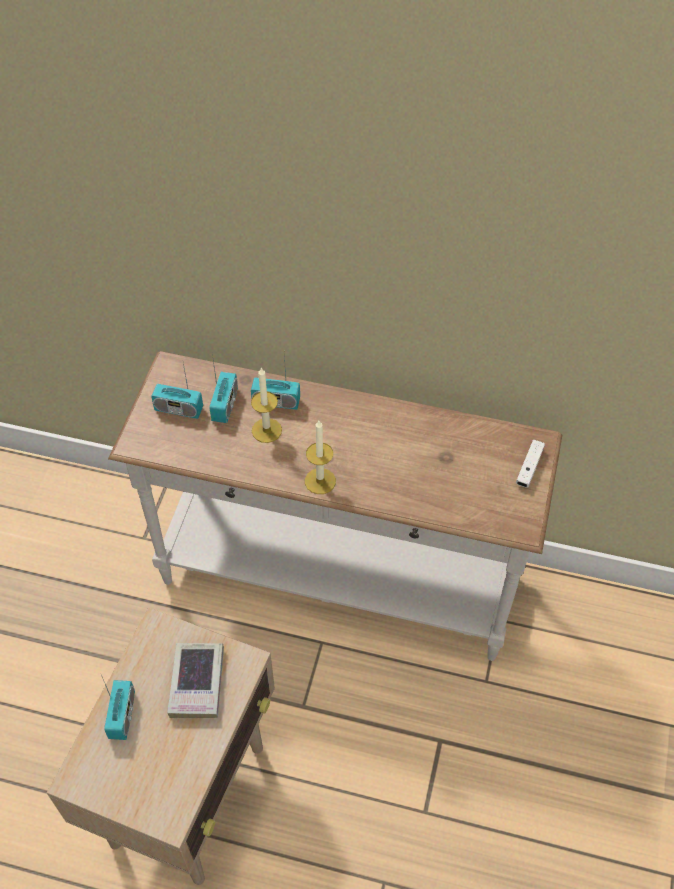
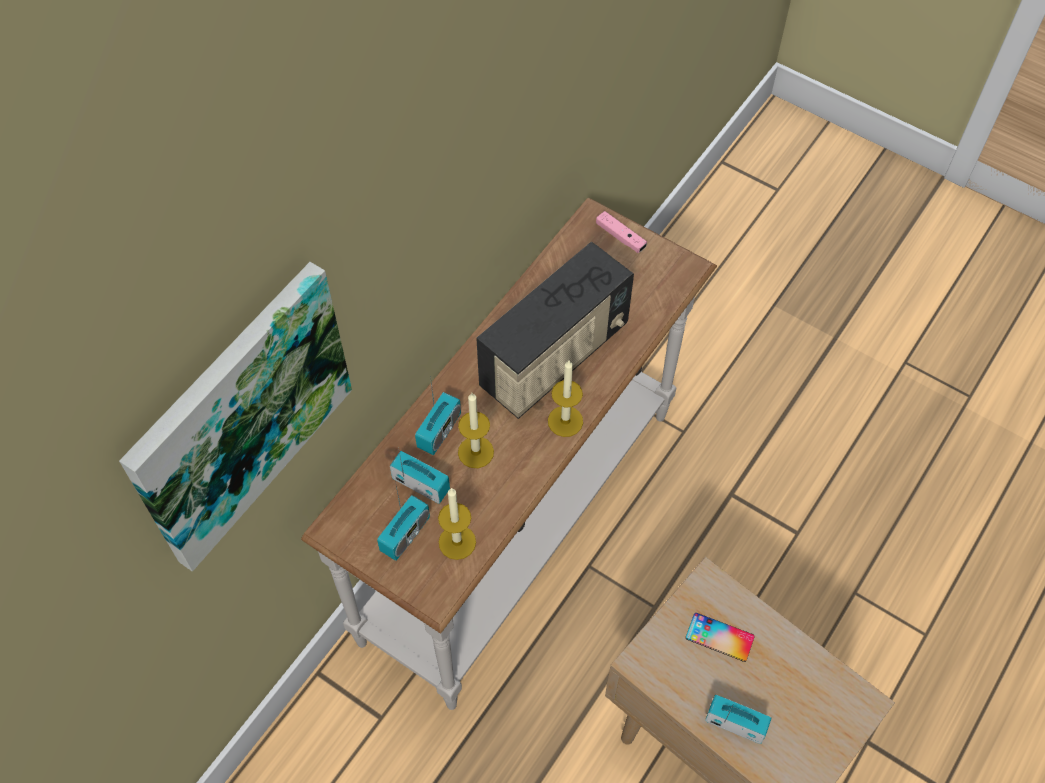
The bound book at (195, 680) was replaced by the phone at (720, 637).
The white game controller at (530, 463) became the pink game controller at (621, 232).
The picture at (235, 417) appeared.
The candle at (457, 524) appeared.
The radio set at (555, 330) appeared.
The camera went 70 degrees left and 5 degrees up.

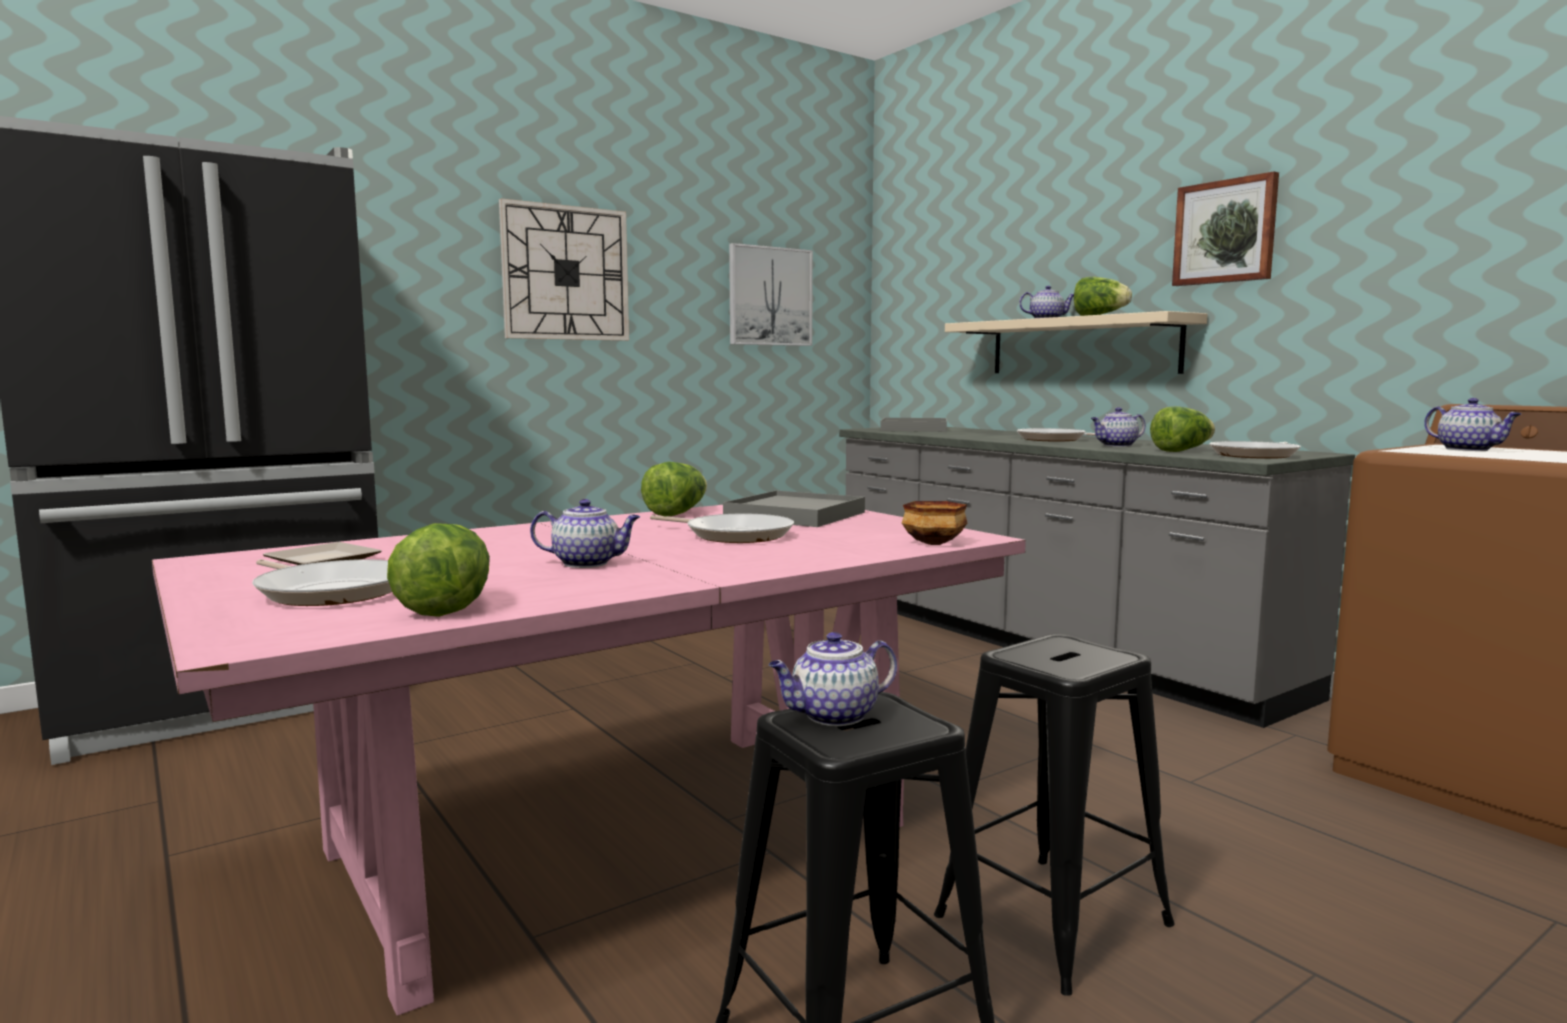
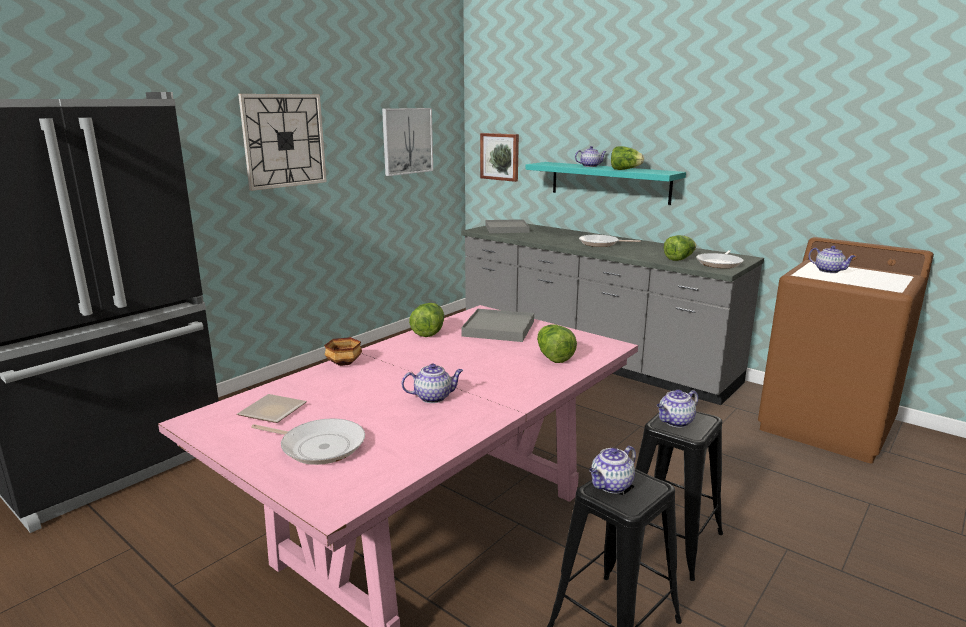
The lettuce head moved from (438, 570) to (557, 344).
The pan at (722, 528) disappeared.
The bowl moved from (934, 523) to (343, 351).
The beige-coloured bracket shelf at (1076, 342) became the turquoise-coloured bracket shelf at (606, 183).
The pot for tea moved from (1118, 427) to (677, 408).
The picture moved from (1225, 228) to (499, 157).
The camera went 15 degrees left and 10 degrees up.

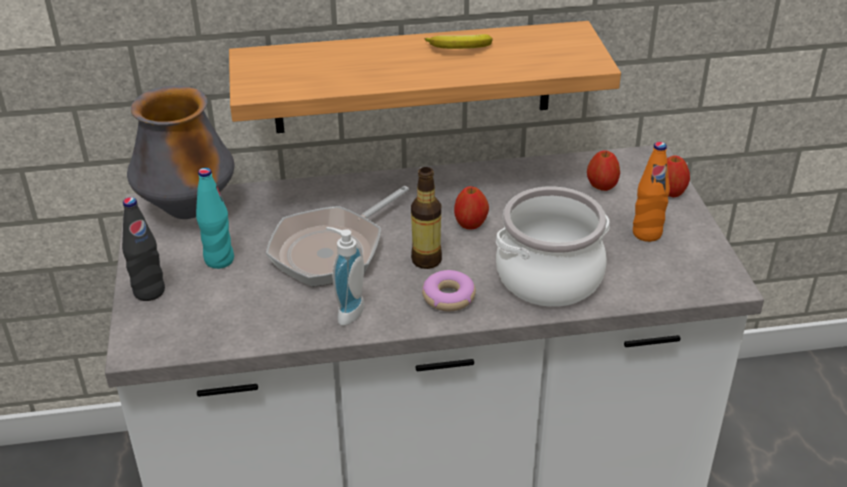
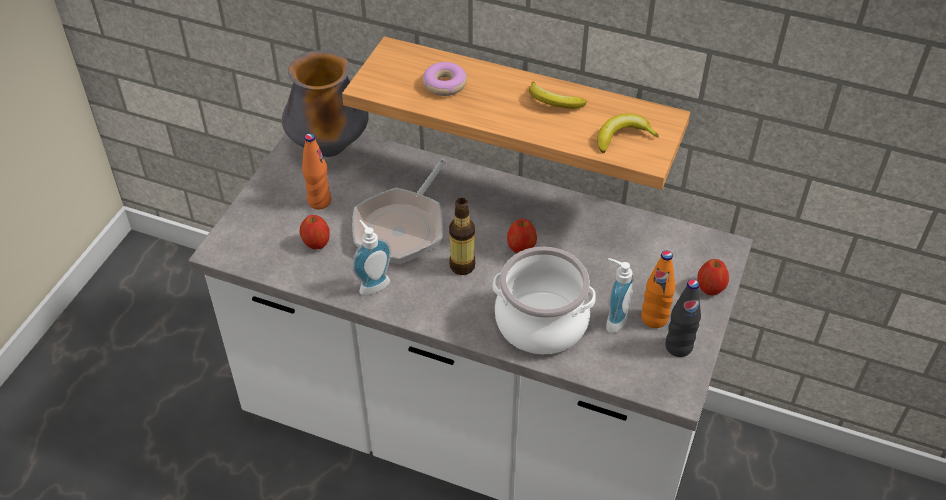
The black-coloured drink bottle moved from (143, 249) to (683, 318).
The turquoise-coloured drink bottle at (215, 218) became the orange-coloured drink bottle at (316, 171).
The pan at (337, 236) turned 45 degrees counterclockwise.
The ring doughnut moved from (449, 290) to (445, 79).
The apple fruit moved from (603, 170) to (315, 232).
The banana fruit at (628, 133) appeared.
The liquid soap bottle at (620, 295) appeared.
The camera went 30 degrees right and 10 degrees up.

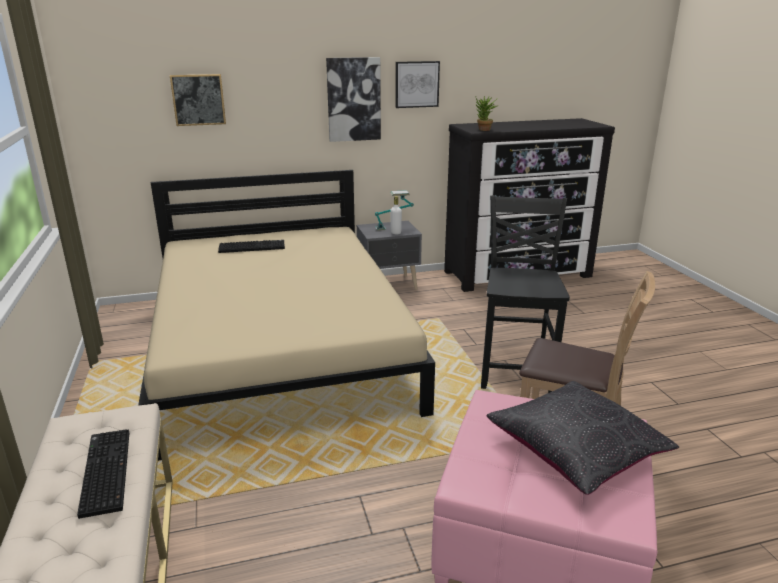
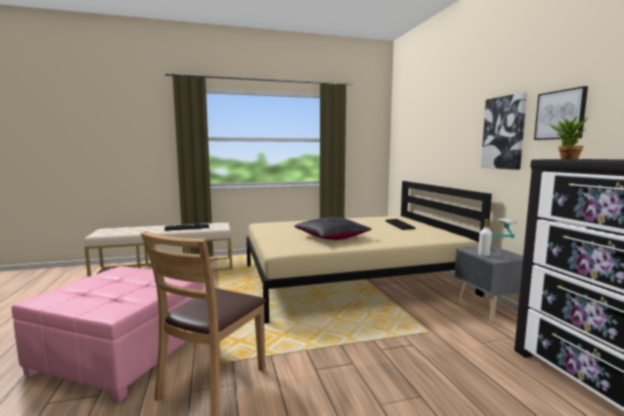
The picture at (198, 100) disappeared.
The black-coloured upright chair at (525, 294) disappeared.
The black-coloured pillow moved from (583, 438) to (333, 228).
The camera went 90 degrees right and 15 degrees down.

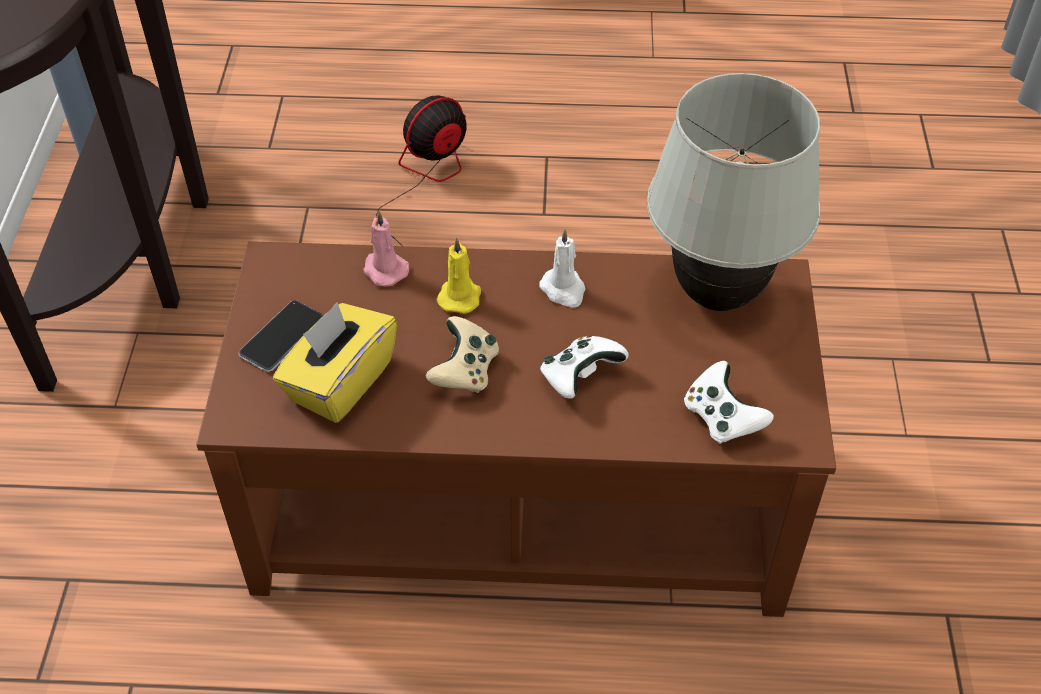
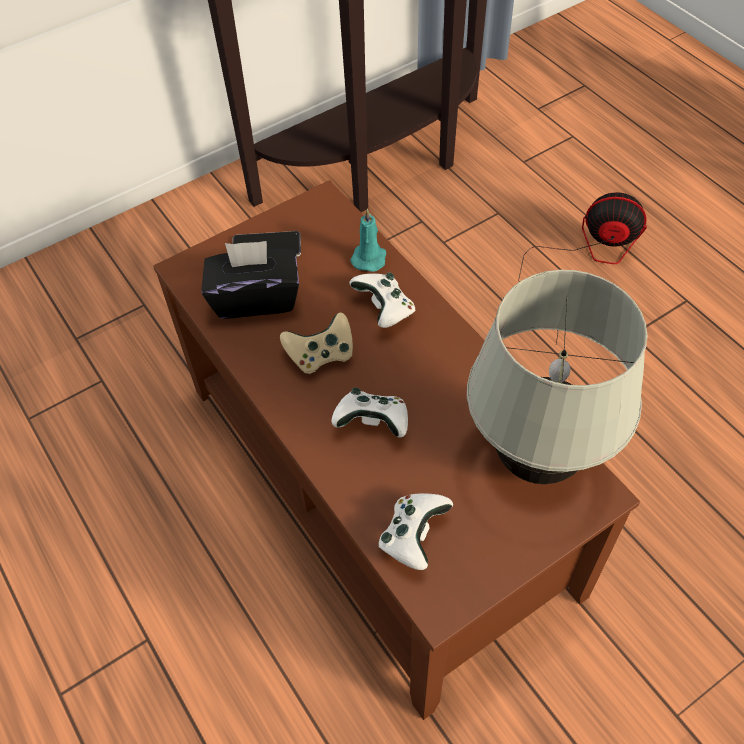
The yellowish tissue box at (335, 362) became the black-coloured tissue box at (250, 280).
The pink candle at (386, 248) became the turquoise-coloured candle at (368, 240).
The yellowish candle at (459, 275) was replaced by the white game controller at (382, 300).
The white candle at (562, 268) disappeared.
The camera went 55 degrees right and 5 degrees up.

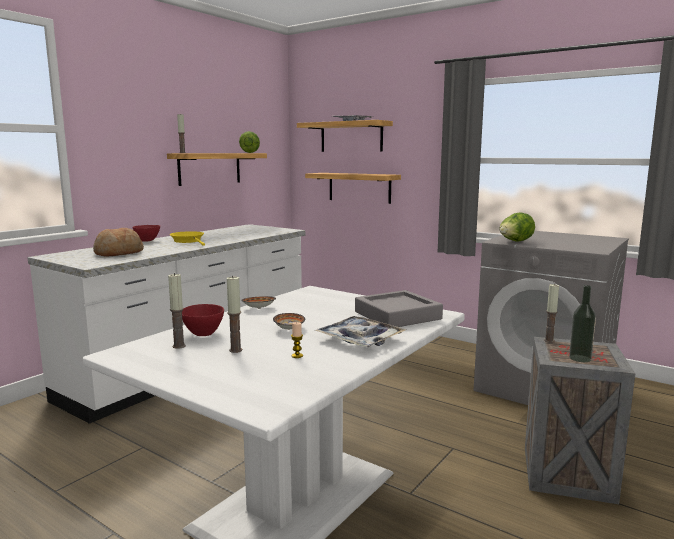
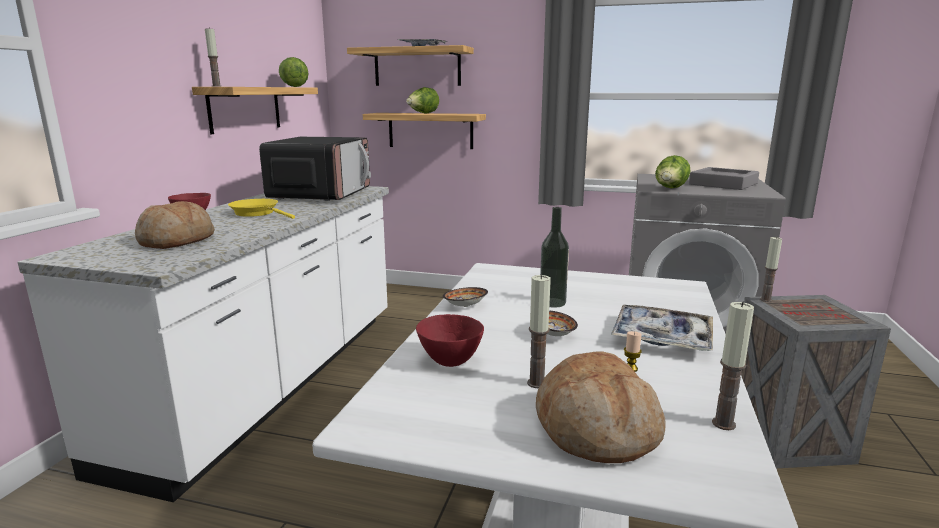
The candle moved from (177, 311) to (733, 366).
The grey carrying tray moved from (399, 308) to (724, 178).
The drink bottle moved from (582, 323) to (554, 257).
The kitchen microwave at (315, 169) appeared.
The lettuce head at (422, 100) appeared.
The bakery bread at (601, 407) appeared.
The camera went 20 degrees left and 5 degrees up.

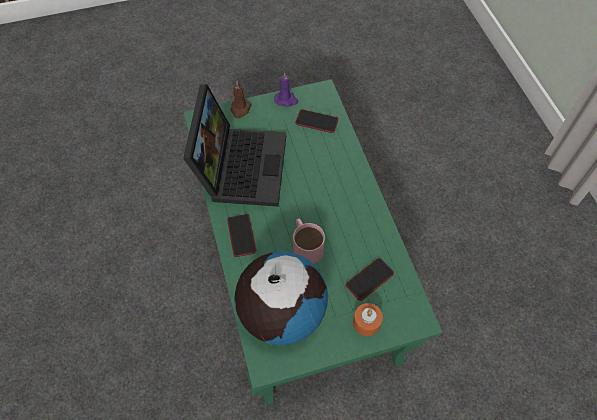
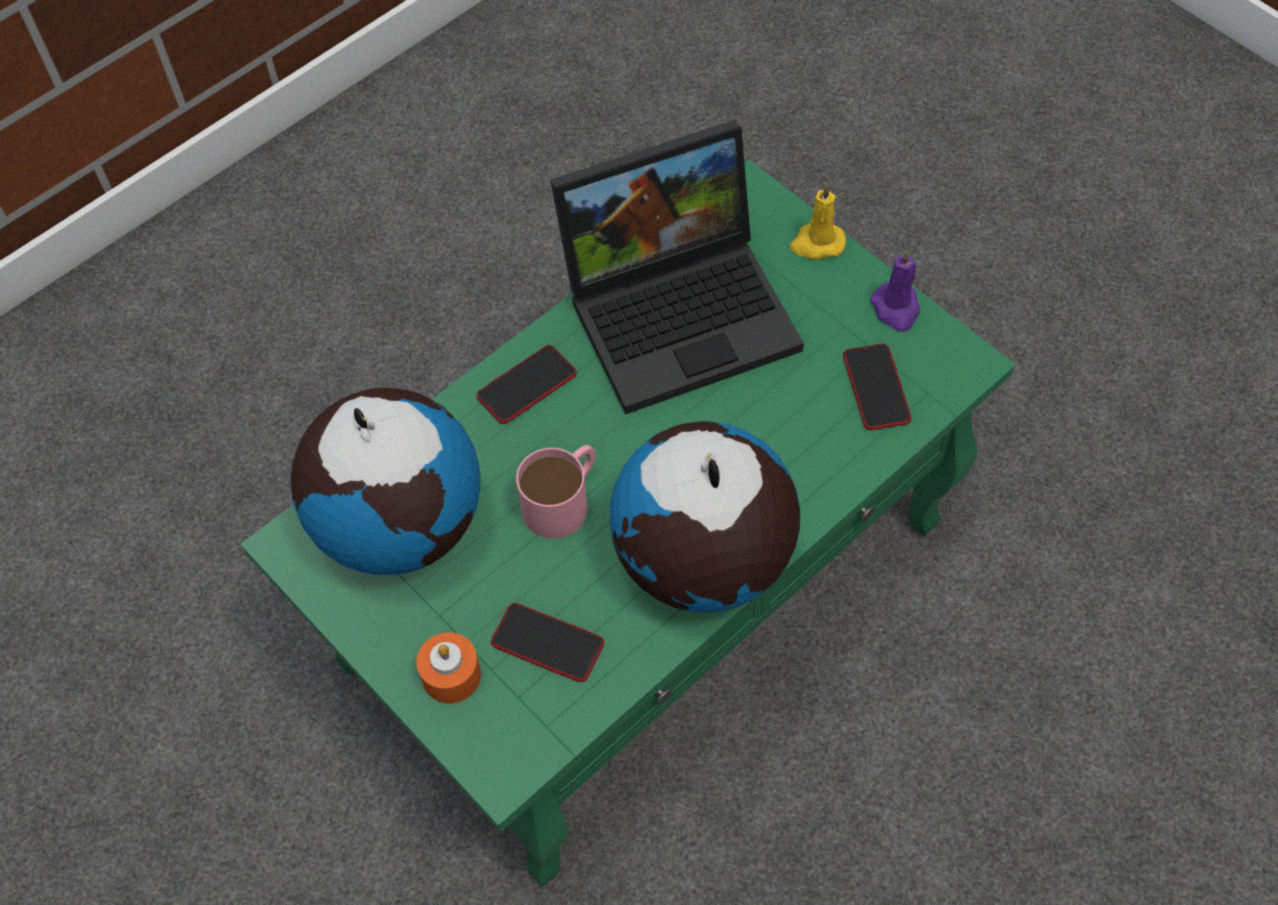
The brown-coloured candle at (240, 99) became the yellowish candle at (818, 221).
The desk globe at (705, 516) appeared.
The camera went 65 degrees right and 0 degrees up.

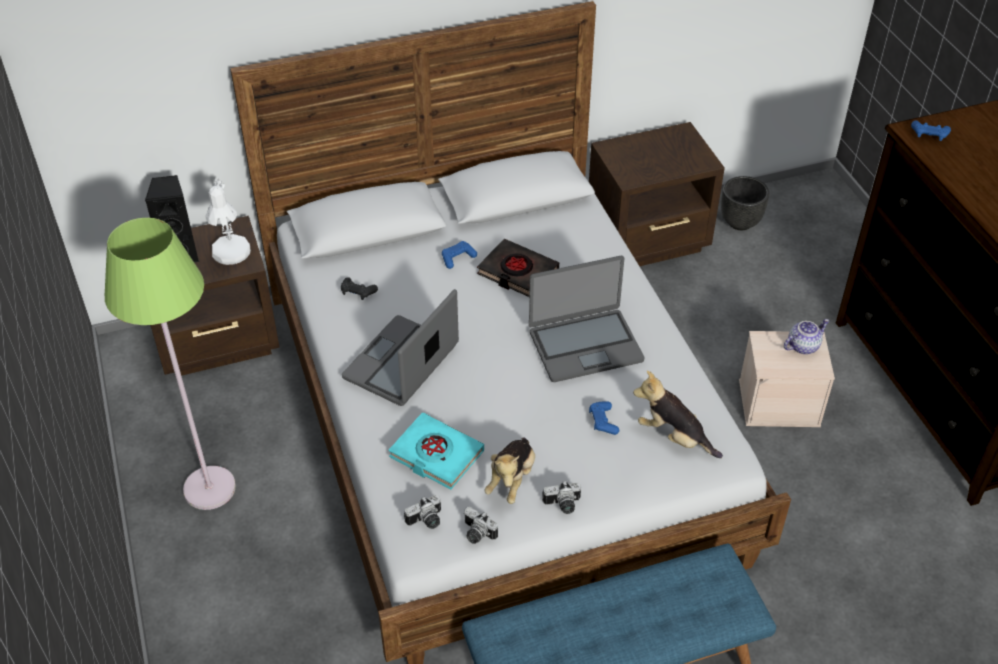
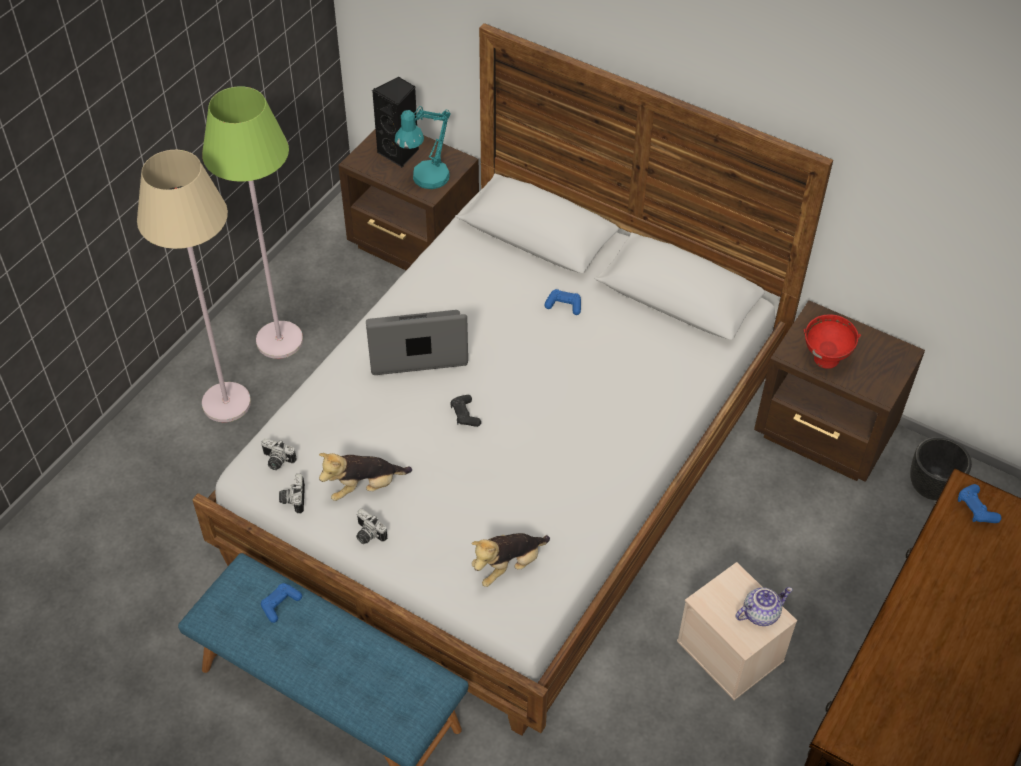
The white table lamp at (228, 221) became the turquoise-coloured table lamp at (423, 147).
The black-coloured game controller moved from (359, 288) to (465, 411).
The turquoise-coloured bound book at (436, 451) disappeared.
The black-coloured bound book at (518, 268) disappeared.
The portable computer at (586, 319) disappeared.
The blue-coloured game controller moved from (604, 418) to (281, 603).
The soft toy at (678, 414) turned 120 degrees counterclockwise.
The pot for tea at (806, 336) turned 45 degrees counterclockwise.
The beige-coloured standard lamp at (194, 286) appeared.
The reddish bowl at (832, 341) appeared.
The camera went 50 degrees right and 5 degrees up.

